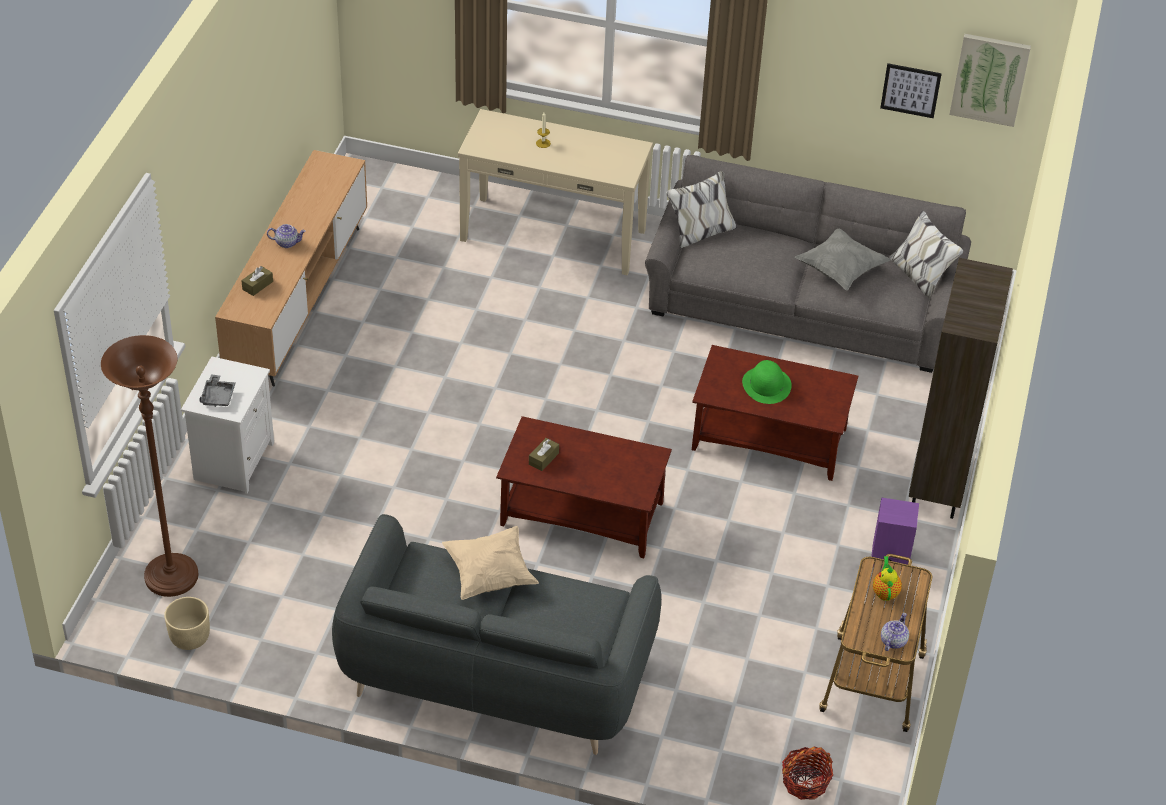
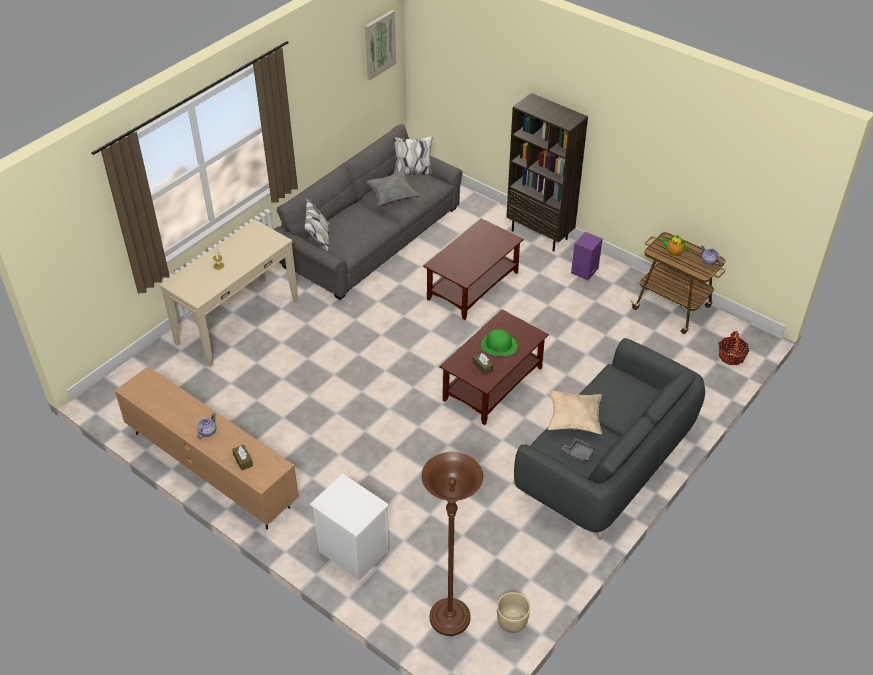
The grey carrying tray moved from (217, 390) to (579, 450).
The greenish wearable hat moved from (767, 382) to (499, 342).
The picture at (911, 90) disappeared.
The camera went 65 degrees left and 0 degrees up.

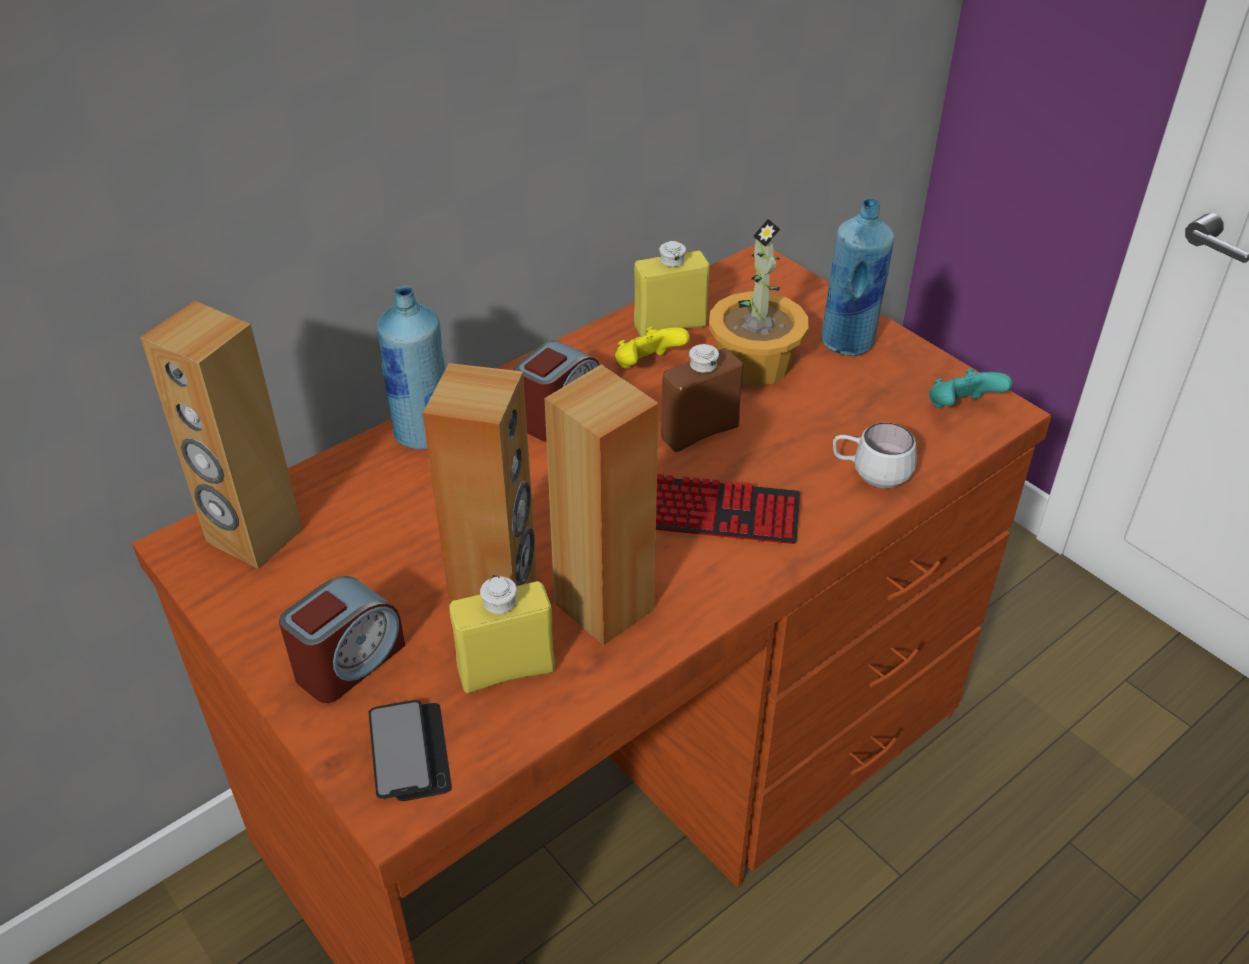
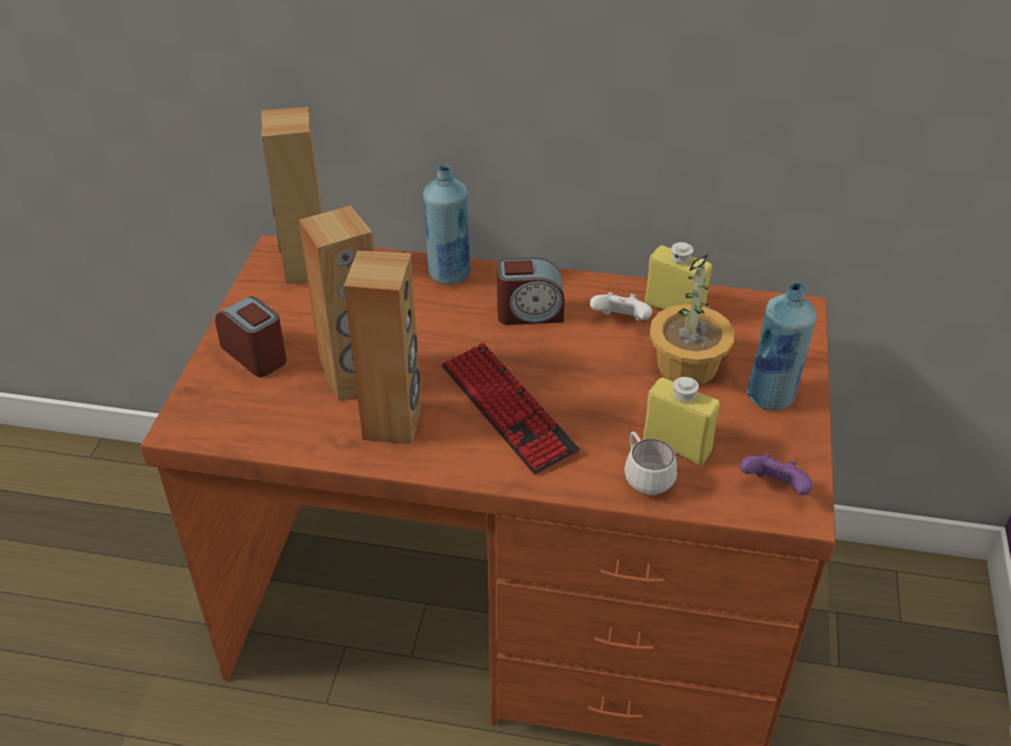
The bedside clock at (342, 639) turned 135 degrees counterclockwise.
The phone at (410, 750) disappeared.
The yellowish drink bottle moved from (502, 634) to (681, 421).
The yellowish game controller at (652, 347) became the white game controller at (621, 306).
The brown-coloured drink bottle at (702, 398) disappeared.
The turquoise-coloured game controller at (970, 388) became the purplish game controller at (776, 474).
The camera went 50 degrees right and 0 degrees up.

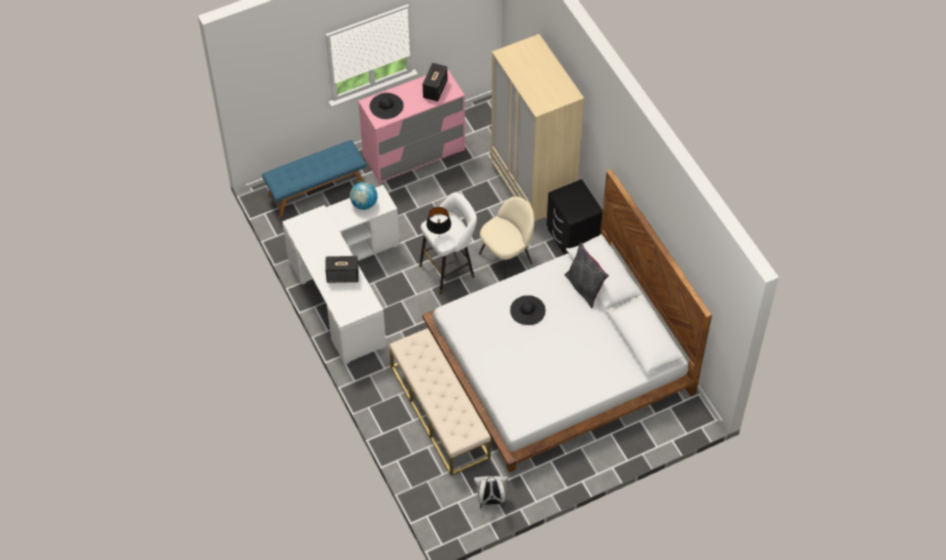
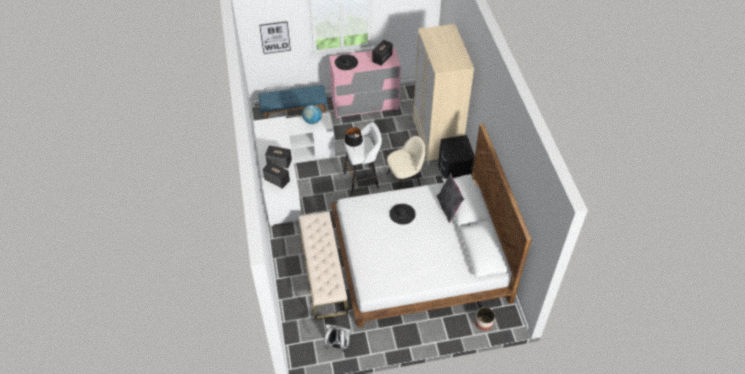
The picture at (275, 37) appeared.
The audio speaker at (276, 175) appeared.
The planter at (485, 319) appeared.
The camera went 15 degrees right and 5 degrees down.

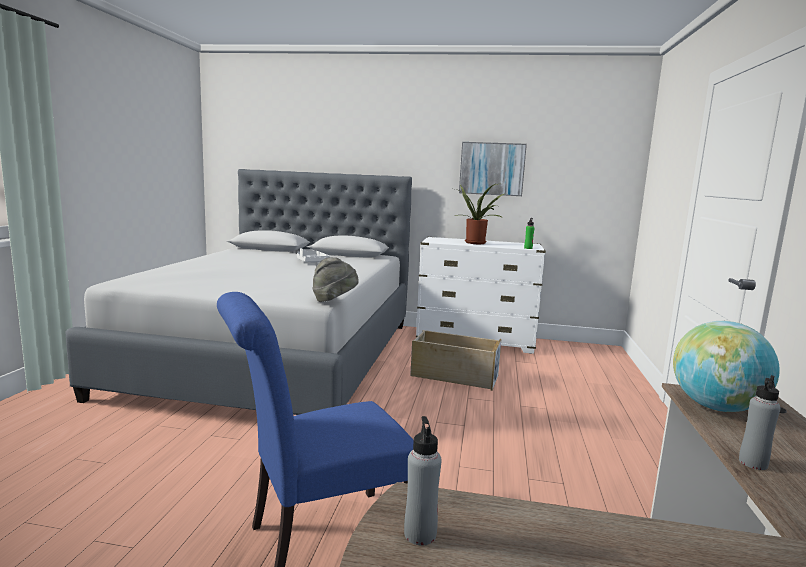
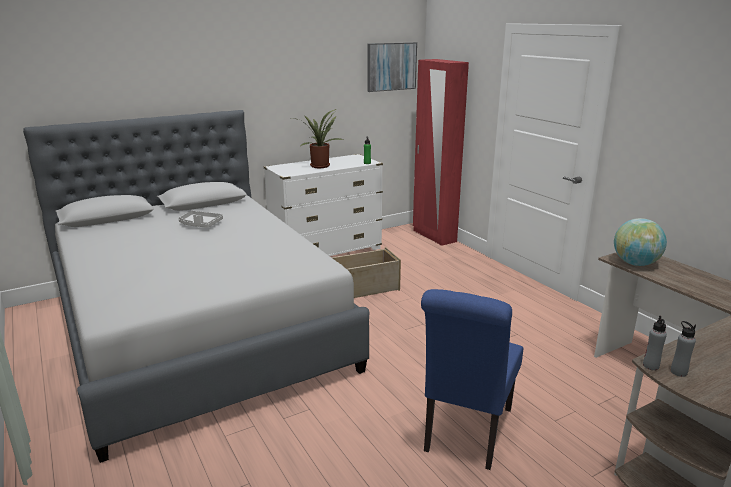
The grey wearable hat at (335, 279) disappeared.
The picture moved from (493, 169) to (392, 67).
The grey drink bottle moved from (760, 422) to (655, 343).
The reddish armoire at (441, 152) appeared.
The camera went 40 degrees left and 10 degrees up.

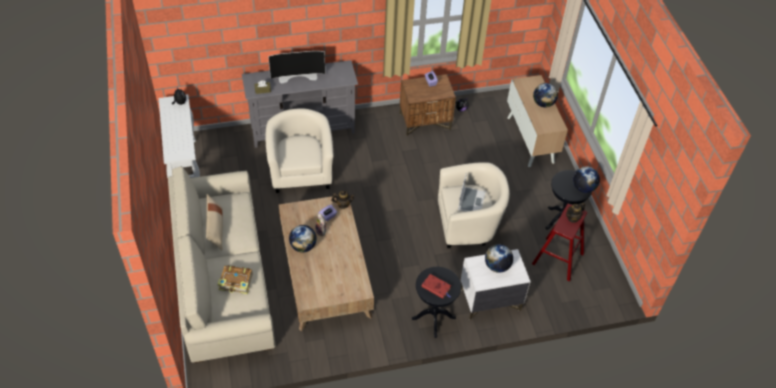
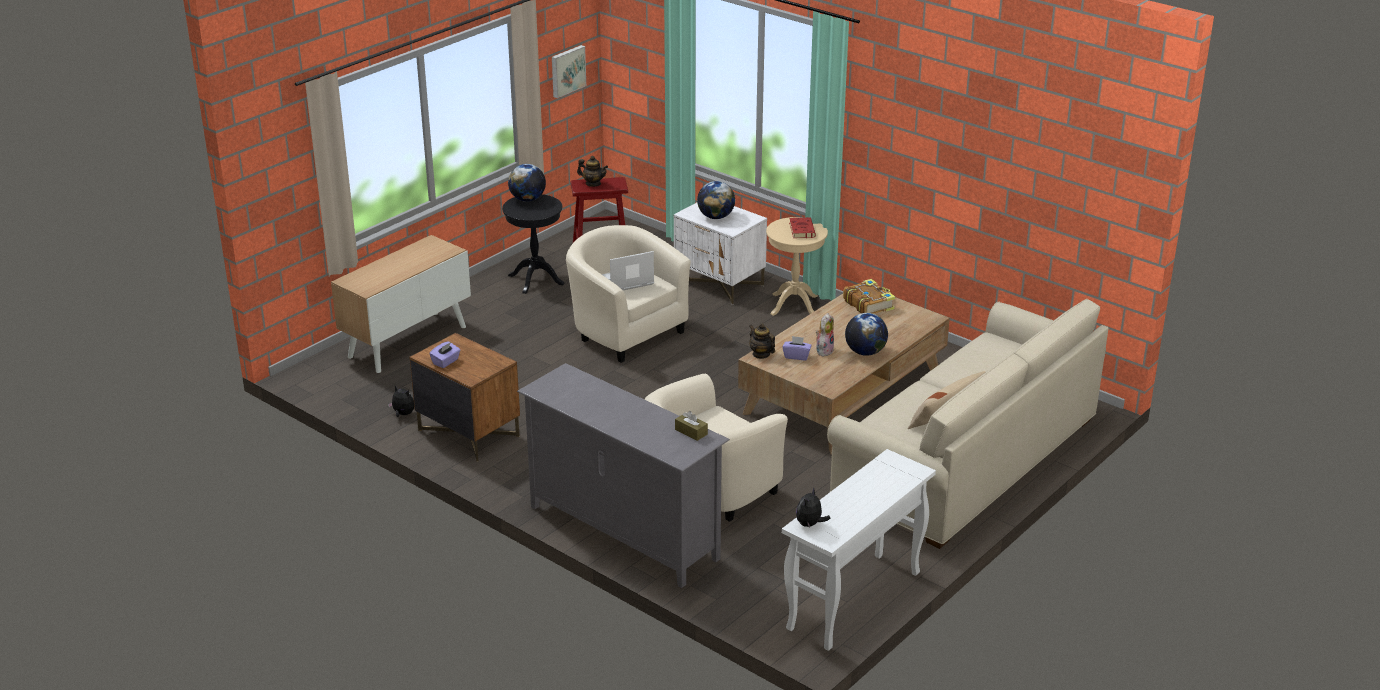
The bound book moved from (235, 279) to (869, 296).
The television at (296, 67) disappeared.
The black-coloured end table at (436, 302) became the beige-coloured end table at (797, 266).
The desk globe at (545, 95) disappeared.
The picture at (569, 71) appeared.
The camera went 125 degrees left and 20 degrees down.

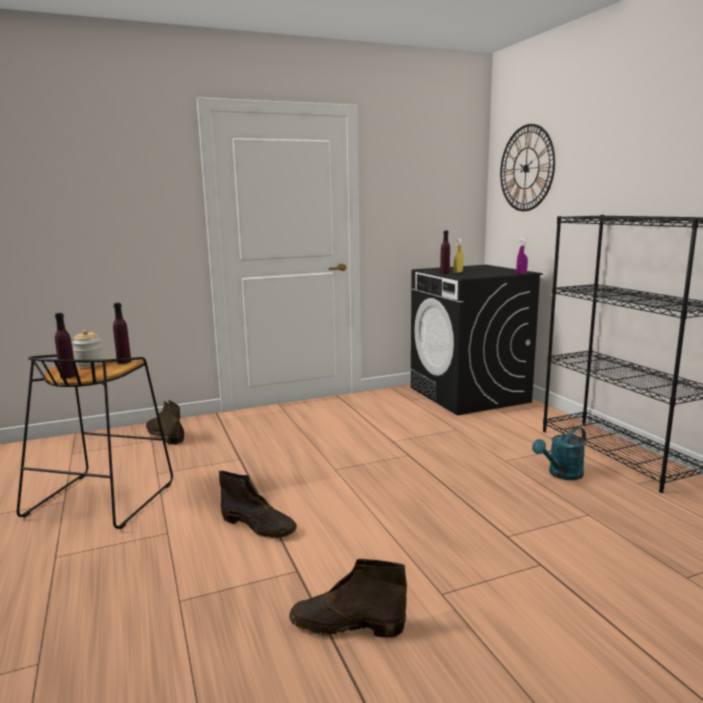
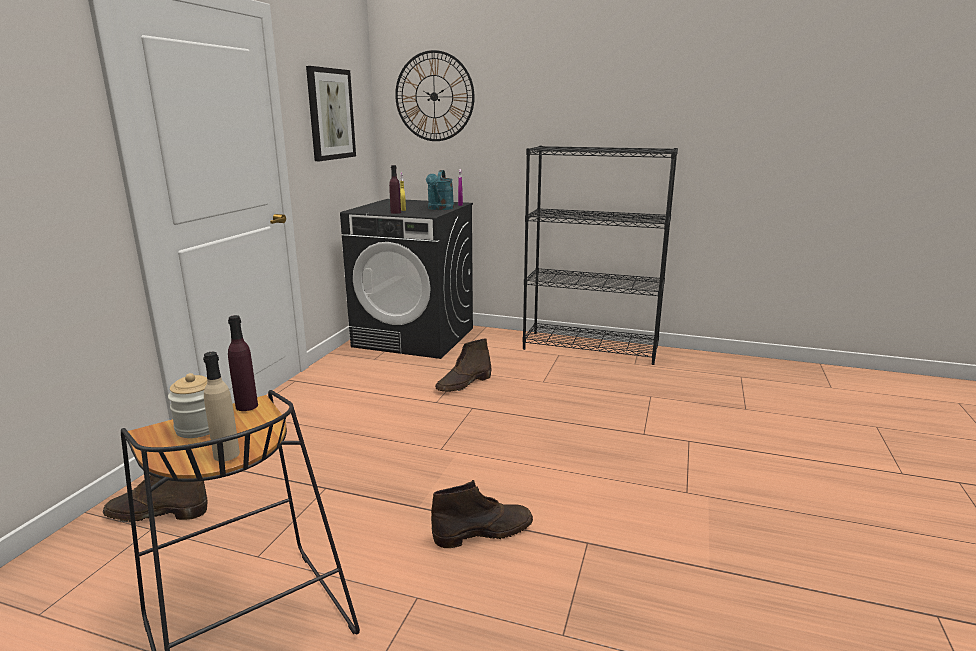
The purplish drink bottle at (65, 345) became the beige-coloured drink bottle at (221, 406).
The brown-coloured tall boot moved from (348, 598) to (463, 365).
The turquoise-coloured watering can moved from (559, 453) to (440, 190).
The picture at (331, 113) appeared.
The camera went 50 degrees left and 5 degrees up.

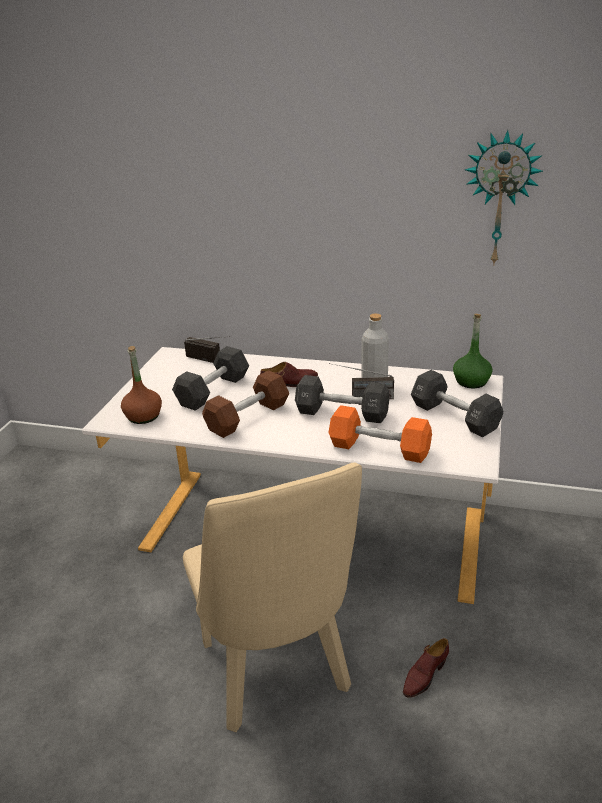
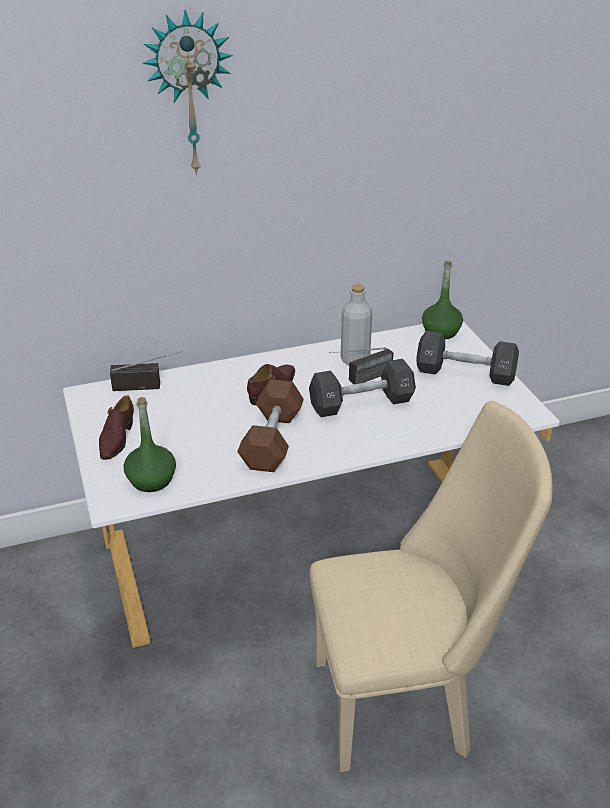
The brown-coloured drink bottle at (141, 385) became the greenish drink bottle at (150, 444).
The black-coloured hand weight at (210, 378) disappeared.
The beige-coloured upright chair at (272, 597) turned 45 degrees counterclockwise.
The orange-coloured hand weight at (380, 434) disappeared.
The brown-coloured low shoe moved from (426, 668) to (116, 427).
The wall clock moved from (504, 198) to (188, 93).
The camera went 35 degrees left and 5 degrees up.

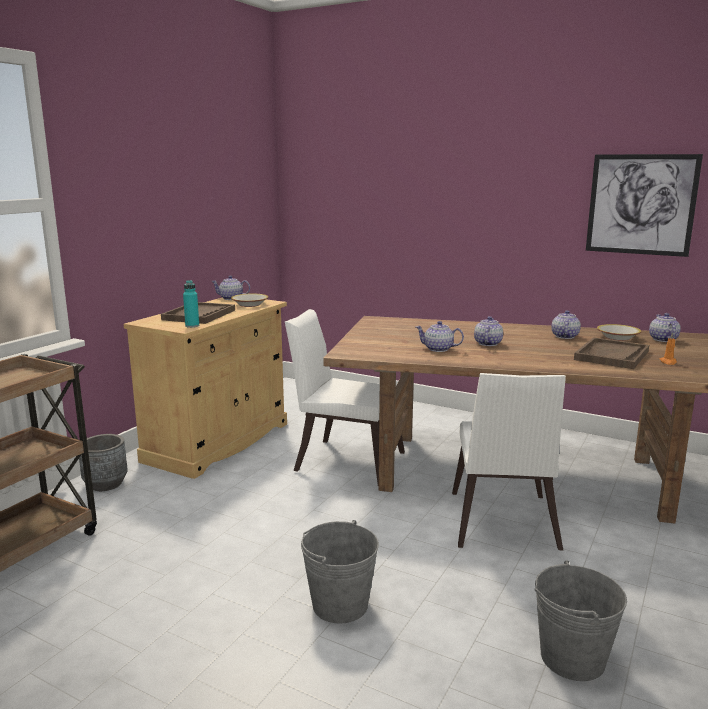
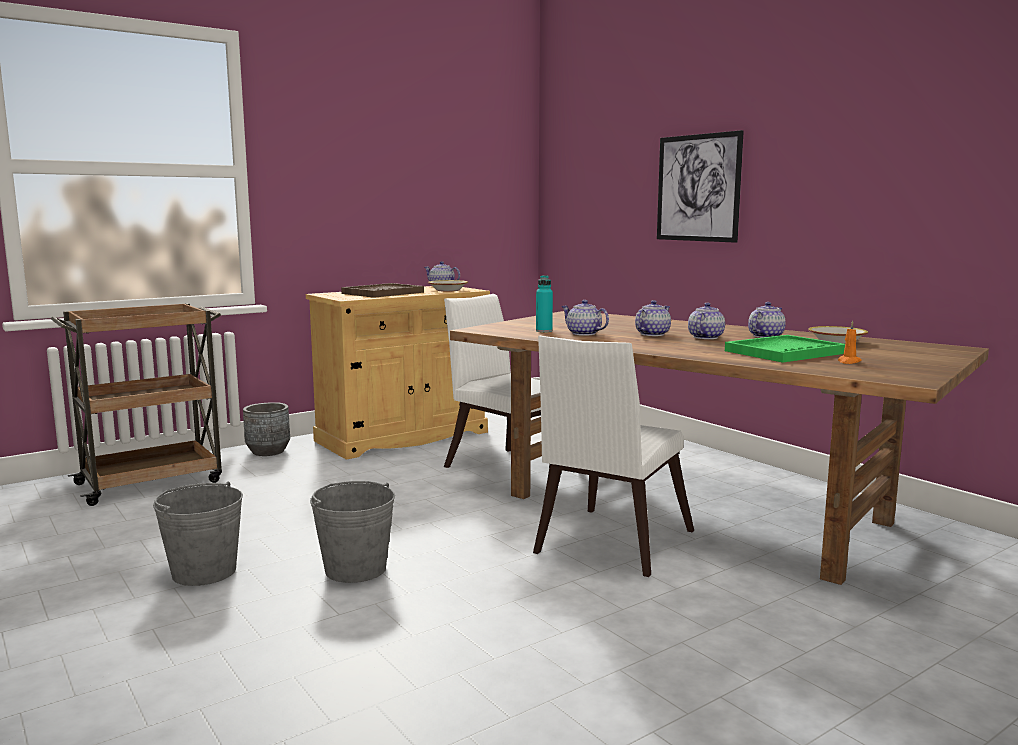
The turquoise-coloured drink bottle moved from (191, 304) to (544, 303).
The grey bucket moved from (581, 621) to (198, 533).
The brown-coloured carrying tray at (611, 353) became the greenish carrying tray at (785, 349).
The picture moved from (644, 205) to (700, 186).
The pot for tea moved from (665, 327) to (706, 320).
The camera went 25 degrees right and 5 degrees down.

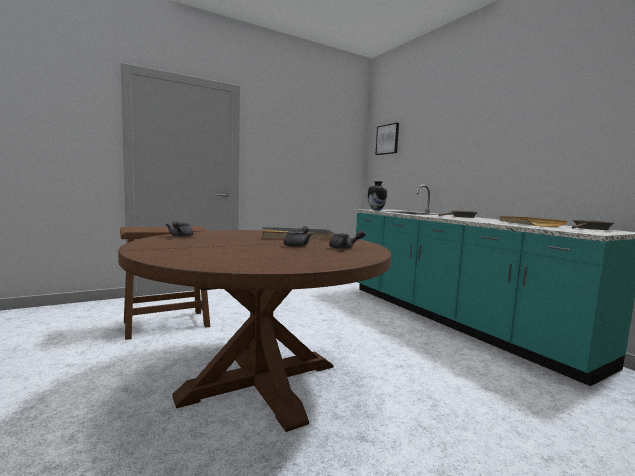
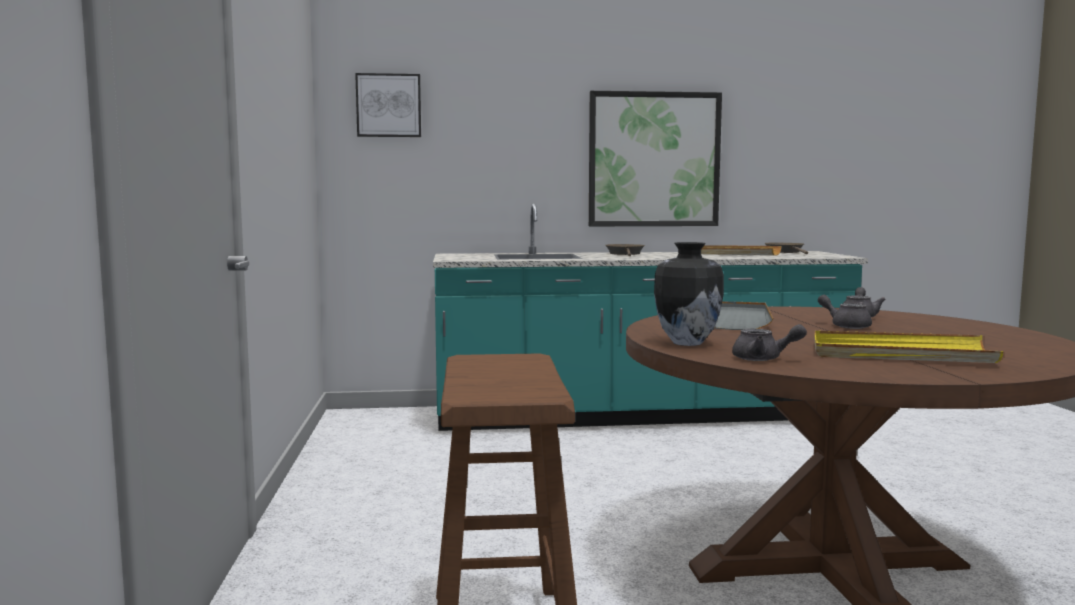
The vase moved from (377, 196) to (689, 294).
The picture at (655, 158) appeared.
The yellowish carrying tray at (909, 347) appeared.
The camera went 65 degrees left and 0 degrees up.

